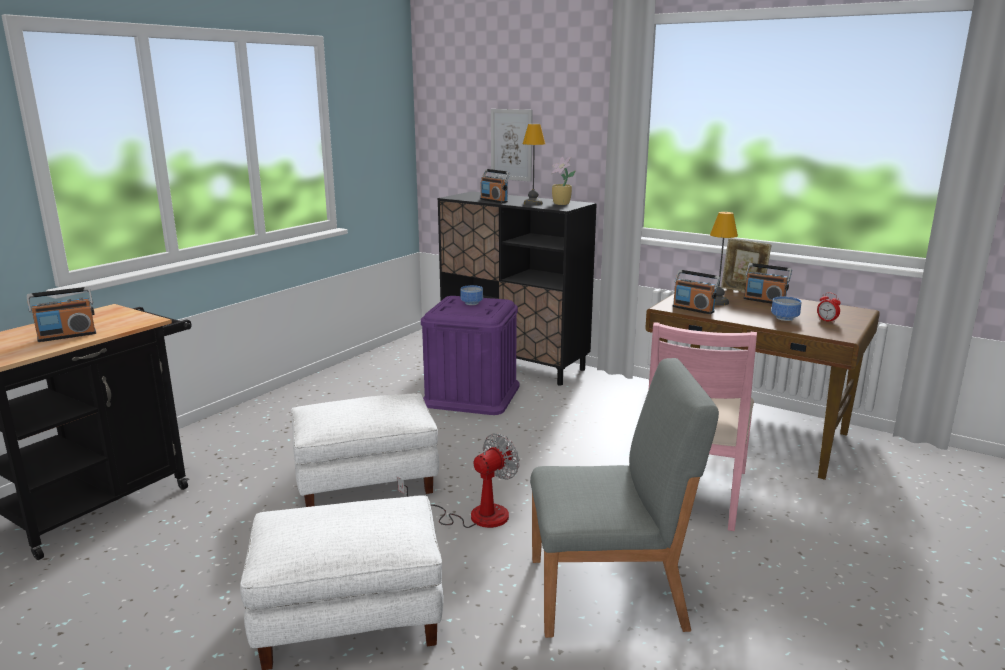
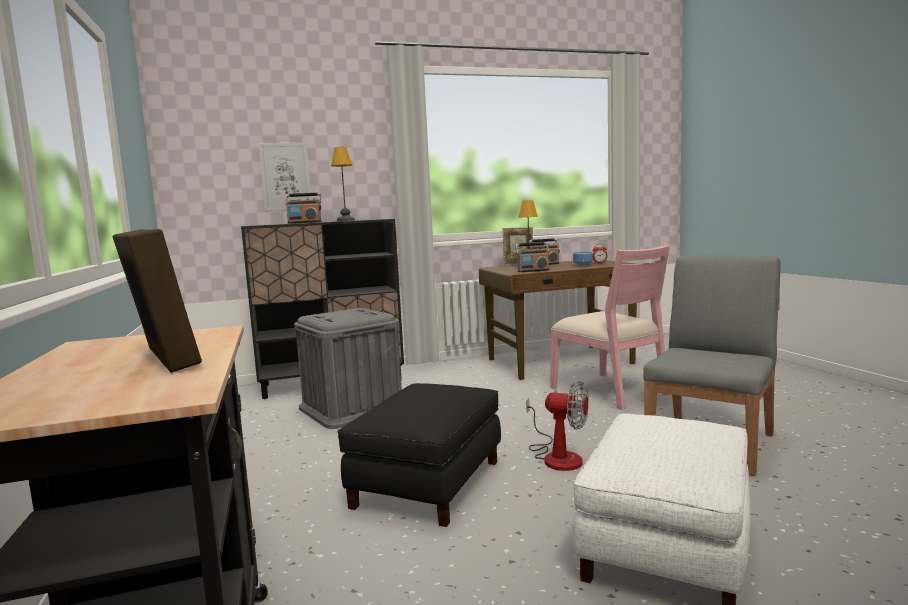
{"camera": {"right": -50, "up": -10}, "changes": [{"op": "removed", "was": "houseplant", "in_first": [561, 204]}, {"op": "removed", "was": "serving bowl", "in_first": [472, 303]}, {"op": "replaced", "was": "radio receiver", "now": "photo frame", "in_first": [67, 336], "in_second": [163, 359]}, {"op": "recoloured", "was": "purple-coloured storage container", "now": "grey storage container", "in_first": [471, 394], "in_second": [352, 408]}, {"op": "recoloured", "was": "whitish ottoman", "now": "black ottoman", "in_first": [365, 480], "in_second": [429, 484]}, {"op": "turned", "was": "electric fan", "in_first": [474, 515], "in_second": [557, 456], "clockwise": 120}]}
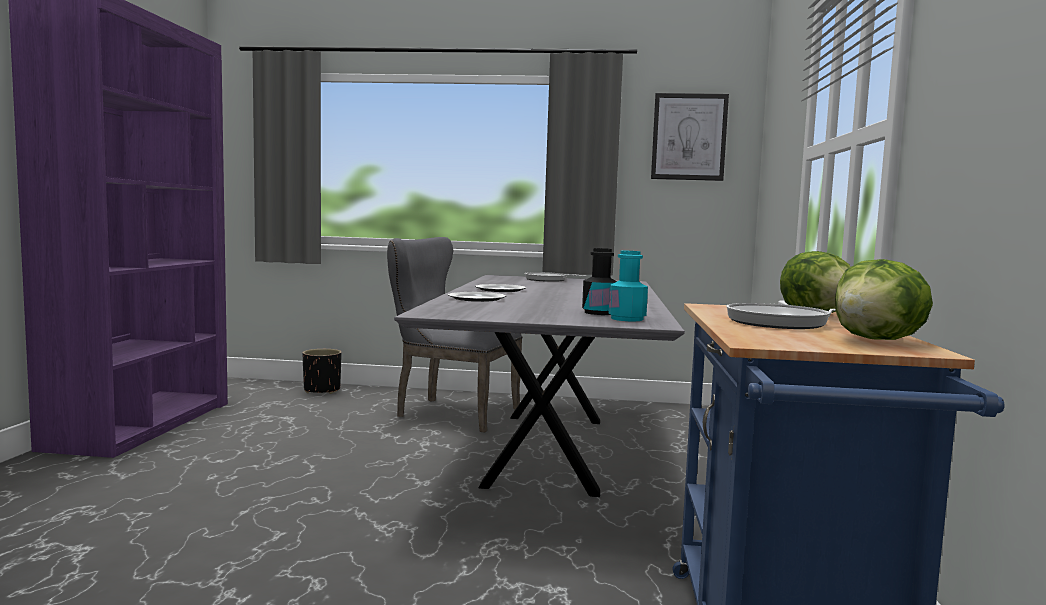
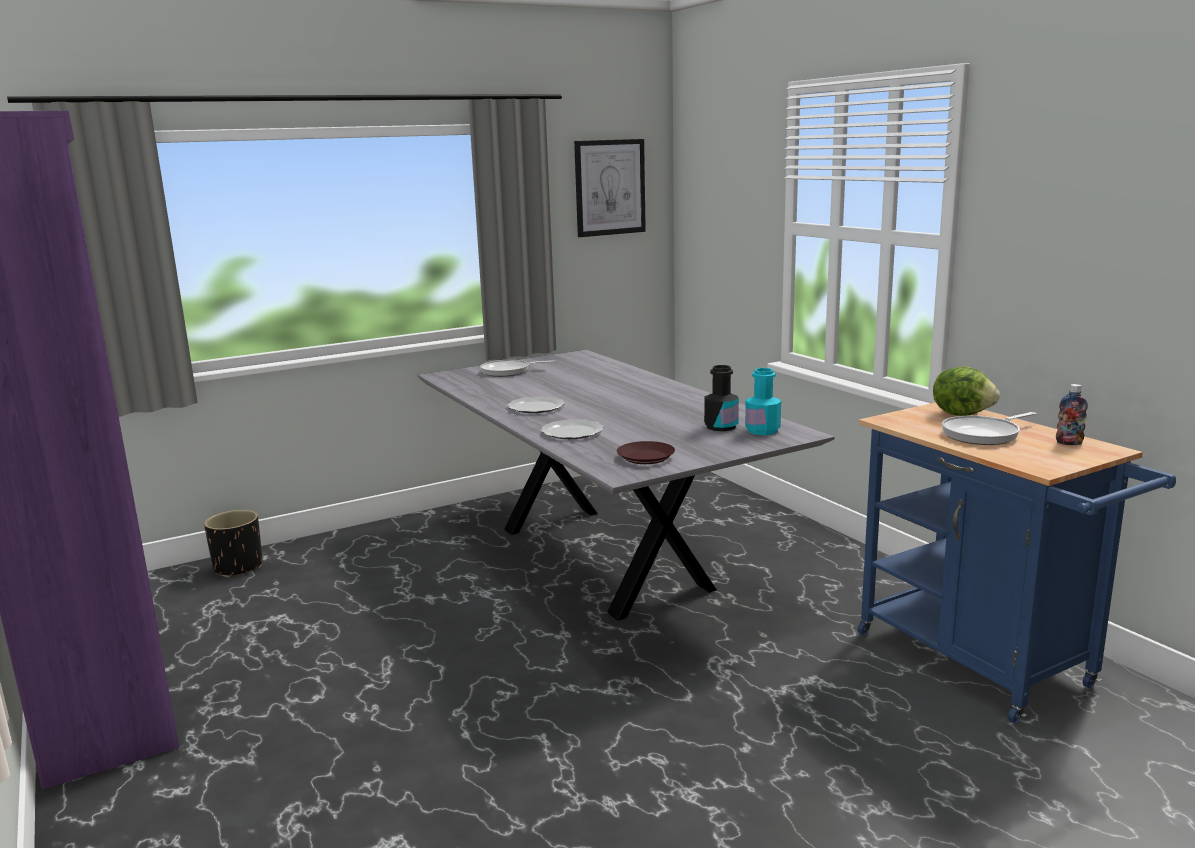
{"camera": {"right": -35, "up": 10}, "changes": [{"op": "removed", "was": "grey upright chair", "in_first": [449, 412]}, {"op": "replaced", "was": "lettuce head", "now": "beverage bottle", "in_first": [878, 340], "in_second": [1069, 443]}, {"op": "added", "now": "brown-coloured plate", "in_second": [646, 457]}]}
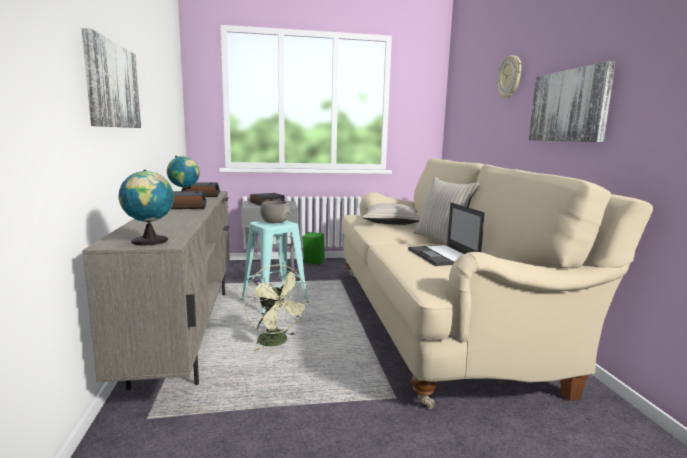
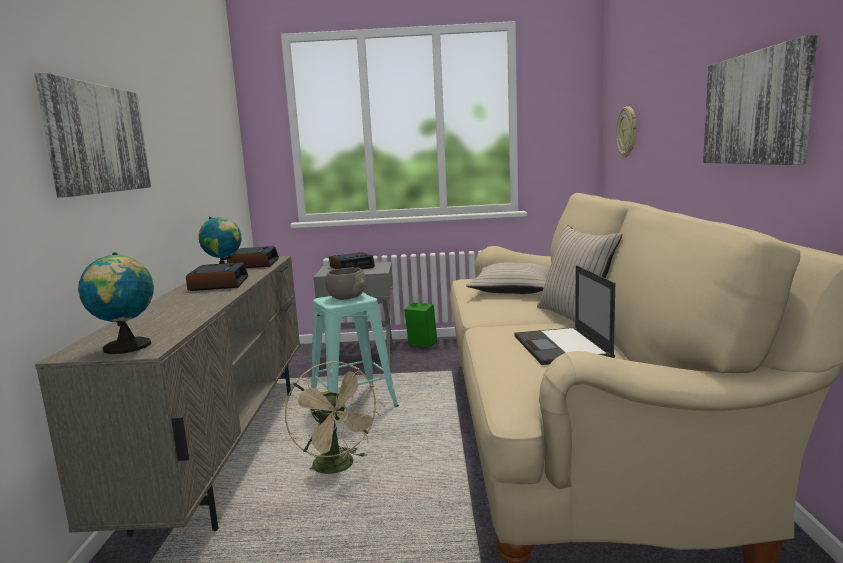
{"camera": {"right": 10, "up": 0}, "changes": [{"op": "moved", "was": "hanging clock", "in_first": [510, 77], "in_second": [628, 132]}, {"op": "recoloured", "was": "green electric fan", "now": "beige electric fan", "in_first": [277, 342], "in_second": [338, 467]}]}
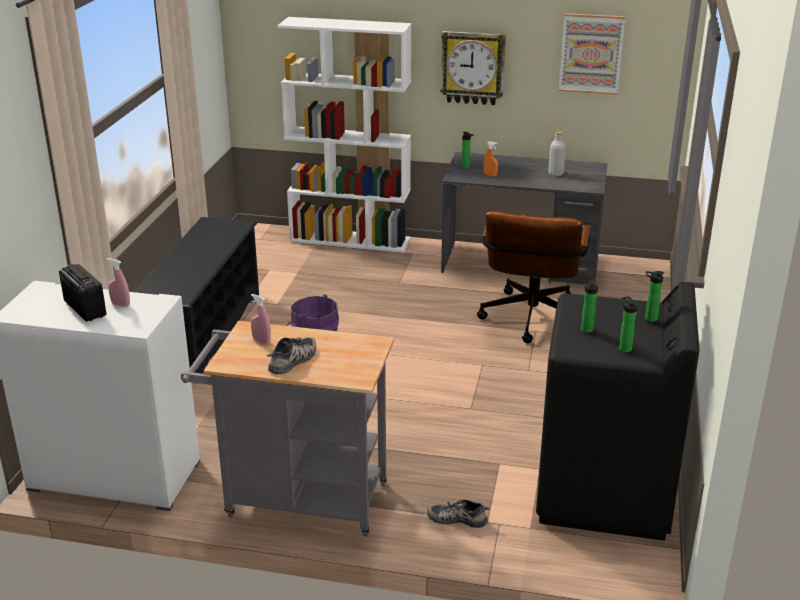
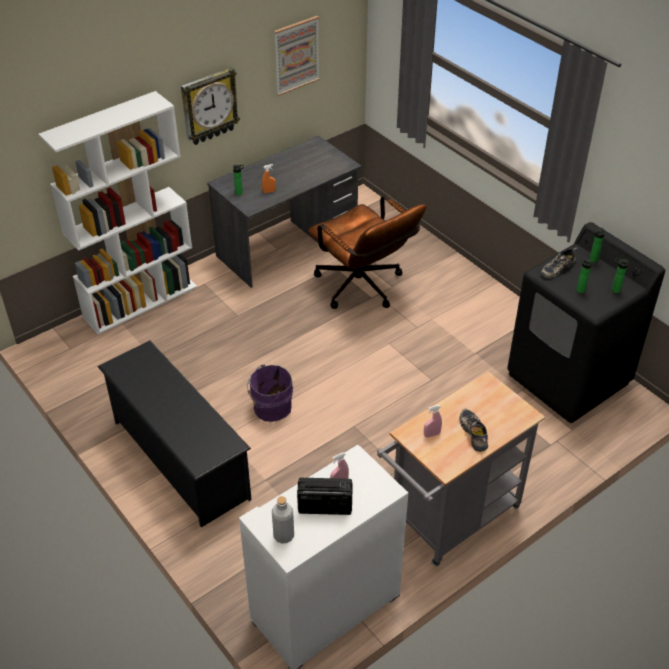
{"camera": {"right": -50, "up": 15}, "changes": [{"op": "moved", "was": "grey beverage bottle", "in_first": [555, 173], "in_second": [283, 535]}, {"op": "moved", "was": "shoe", "in_first": [458, 518], "in_second": [557, 268]}]}
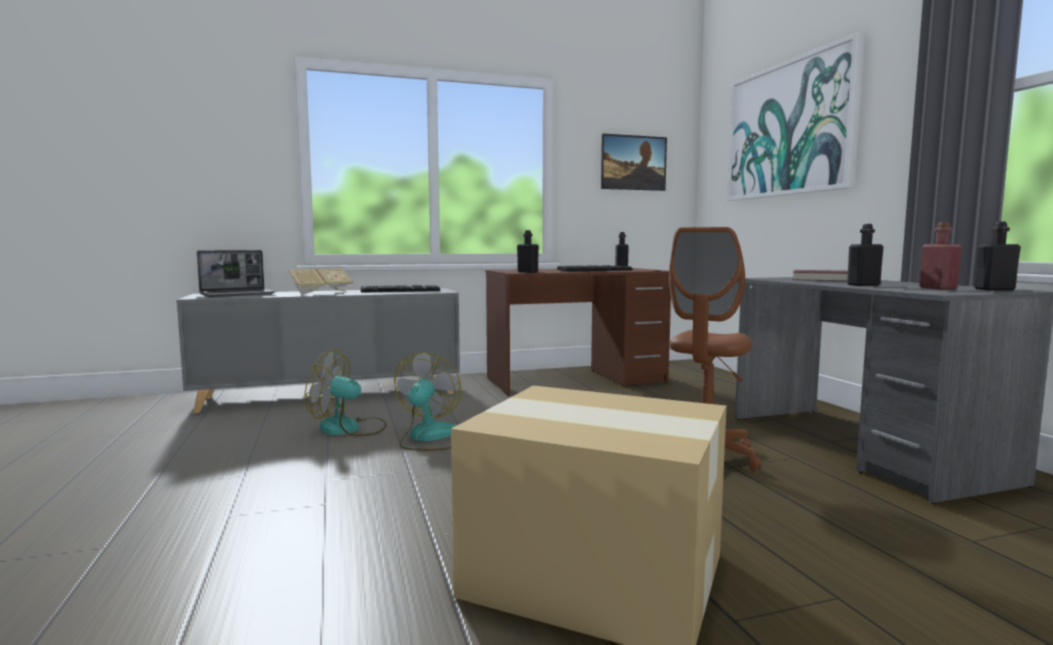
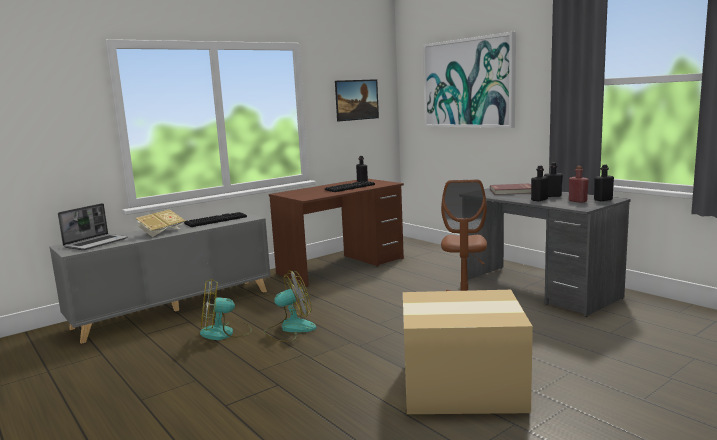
{"camera": {"right": -20, "up": 5}, "changes": [{"op": "moved", "was": "black beverage bottle", "in_first": [527, 272], "in_second": [552, 196]}, {"op": "turned", "was": "electric fan", "in_first": [429, 438], "in_second": [290, 329], "clockwise": 75}]}
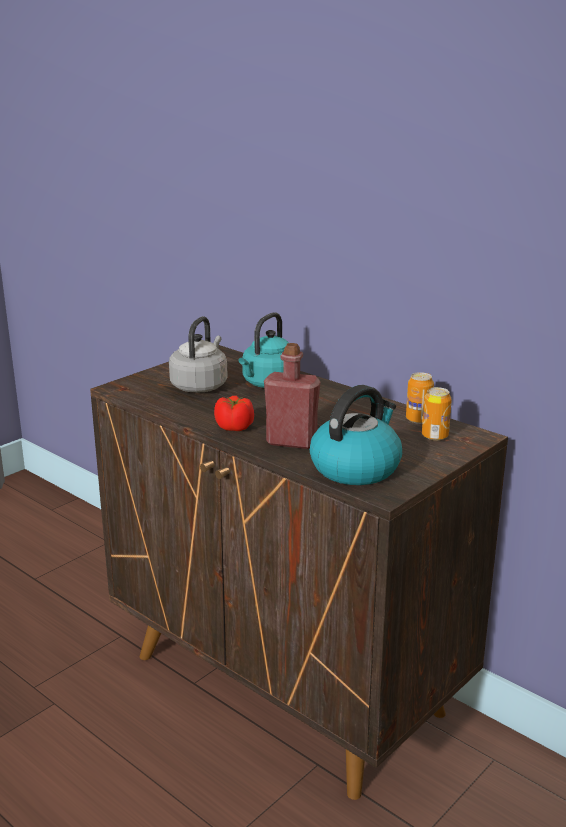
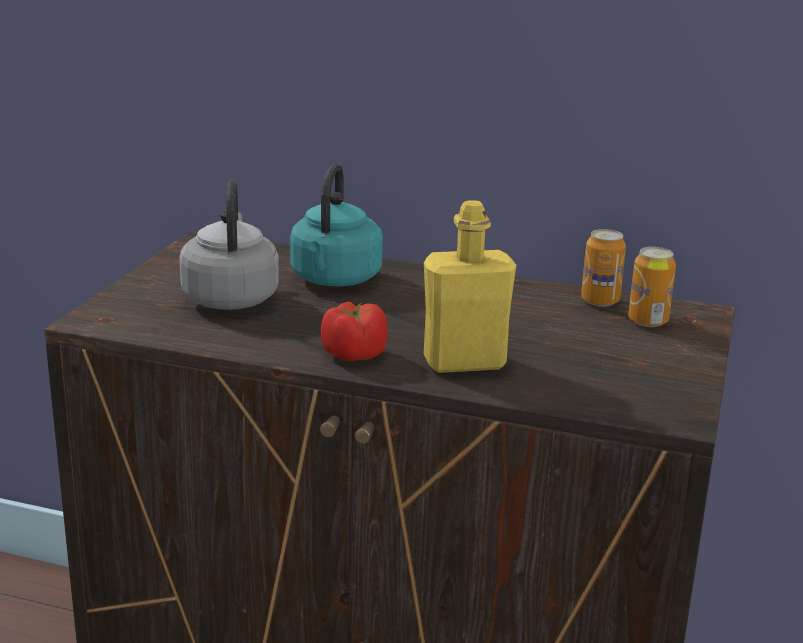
{"camera": {"right": -25, "up": 0}, "changes": [{"op": "recoloured", "was": "reddish beverage bottle", "now": "yellowish beverage bottle", "in_first": [291, 442], "in_second": [464, 362]}, {"op": "removed", "was": "tea kettle", "in_first": [356, 467]}]}
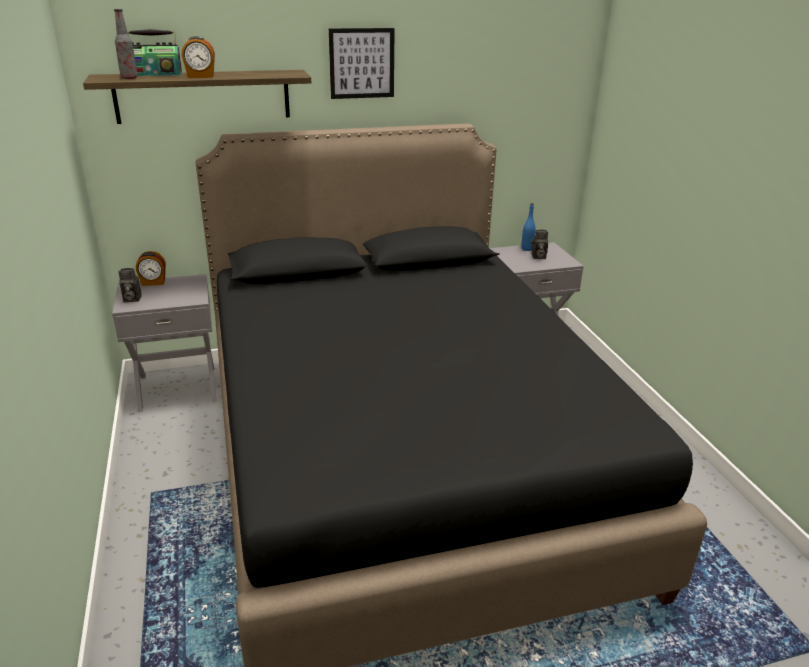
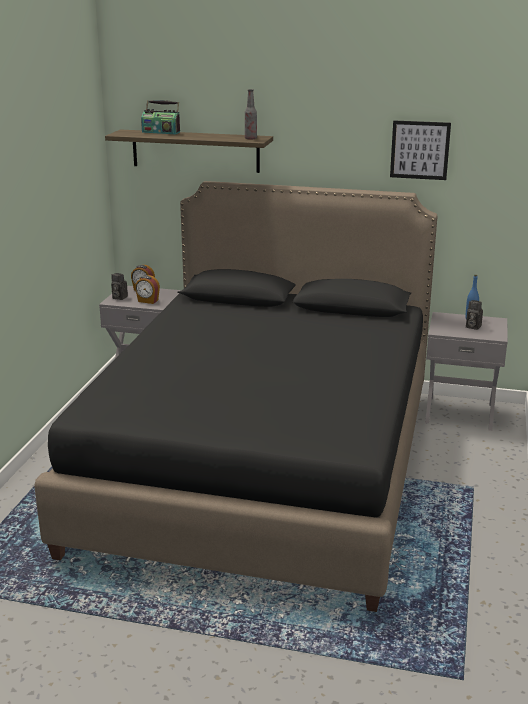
{"camera": {"right": 30, "up": -5}, "changes": [{"op": "moved", "was": "beverage bottle", "in_first": [129, 78], "in_second": [250, 138]}, {"op": "moved", "was": "wall art", "in_first": [362, 63], "in_second": [420, 150]}, {"op": "moved", "was": "bedside clock", "in_first": [200, 76], "in_second": [148, 301]}]}
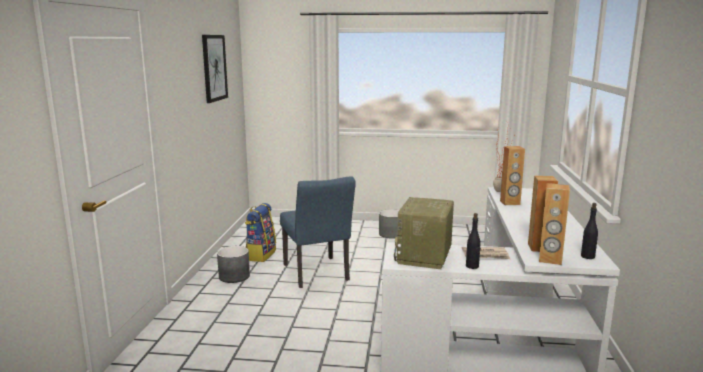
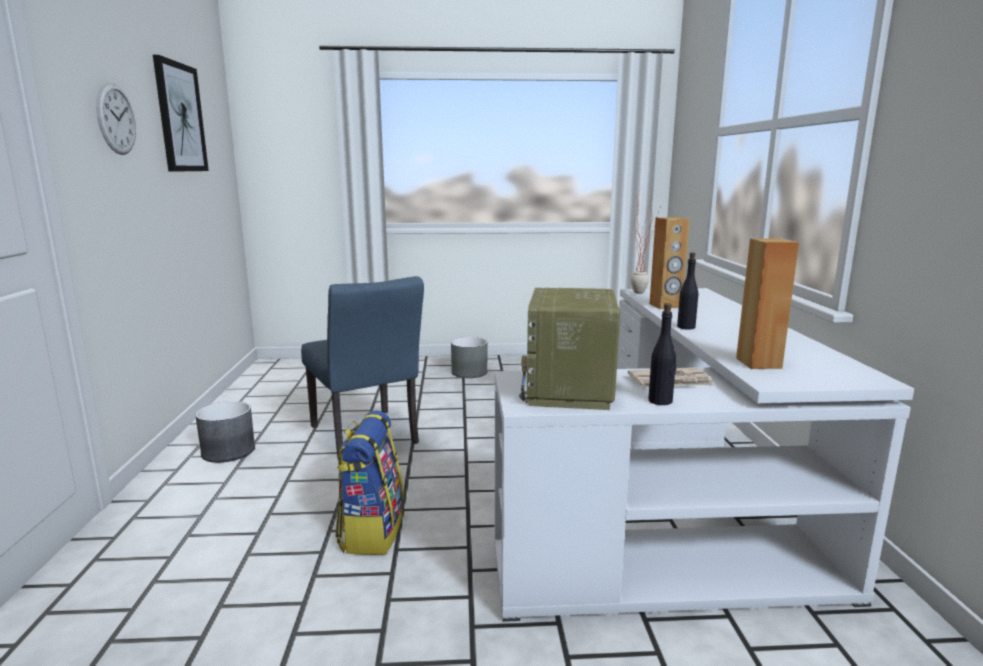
{"camera": {"right": -10, "up": 0}, "changes": [{"op": "removed", "was": "brown-coloured speaker", "in_first": [550, 260]}, {"op": "moved", "was": "knapsack", "in_first": [260, 255], "in_second": [371, 531]}, {"op": "moved", "was": "black beverage bottle", "in_first": [587, 256], "in_second": [686, 327]}, {"op": "added", "now": "hanging clock", "in_second": [116, 119]}]}
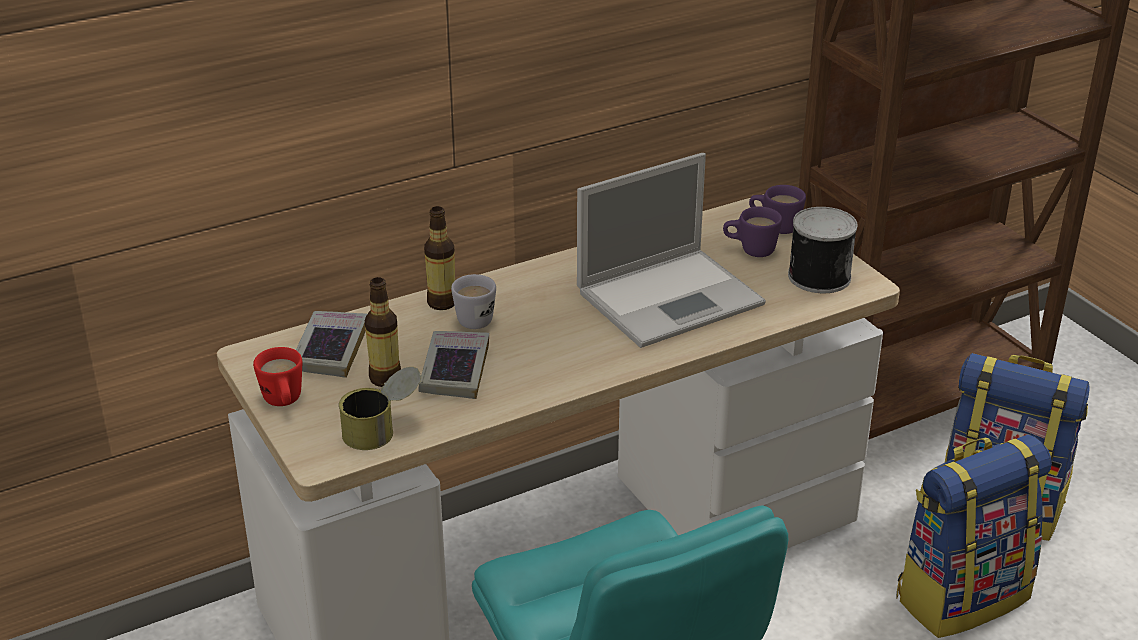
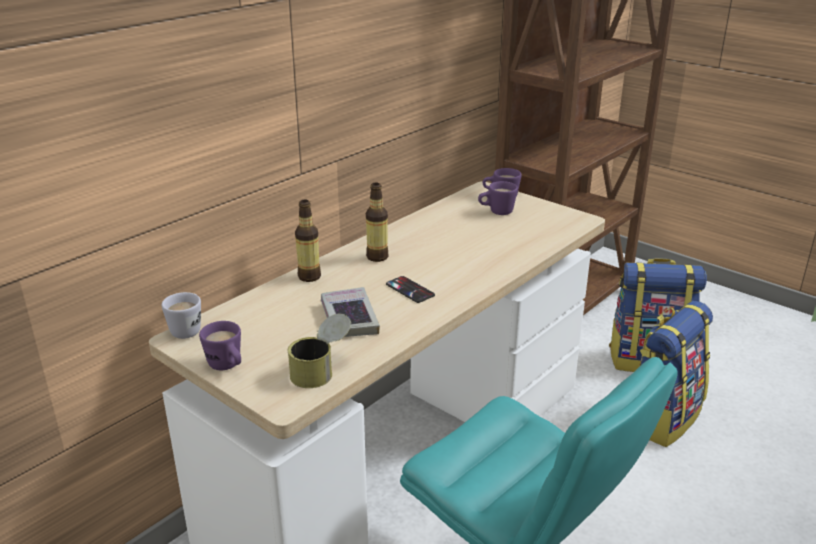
{"camera": {"right": -20, "up": -5}, "changes": [{"op": "removed", "was": "notebook computer", "in_first": [672, 297]}, {"op": "removed", "was": "metal can", "in_first": [817, 276]}, {"op": "moved", "was": "whitish coffee mug", "in_first": [476, 317], "in_second": [186, 328]}, {"op": "moved", "was": "beverage bottle", "in_first": [385, 378], "in_second": [377, 257]}, {"op": "removed", "was": "book", "in_first": [330, 350]}, {"op": "recoloured", "was": "reddish coffee mug", "now": "purple-coloured coffee mug", "in_first": [284, 403], "in_second": [227, 367]}, {"op": "added", "now": "phone", "in_second": [410, 290]}]}
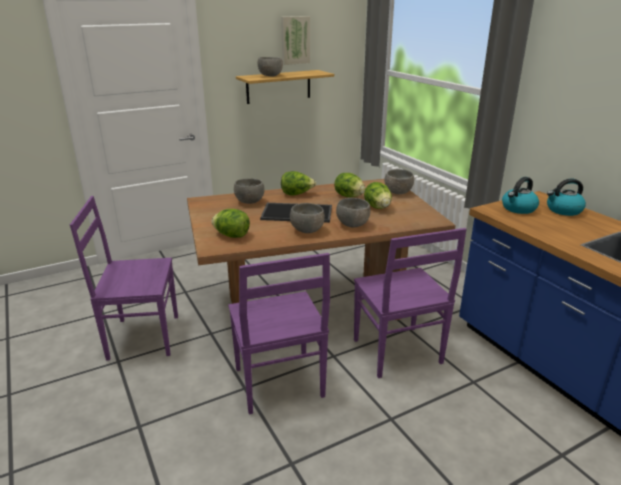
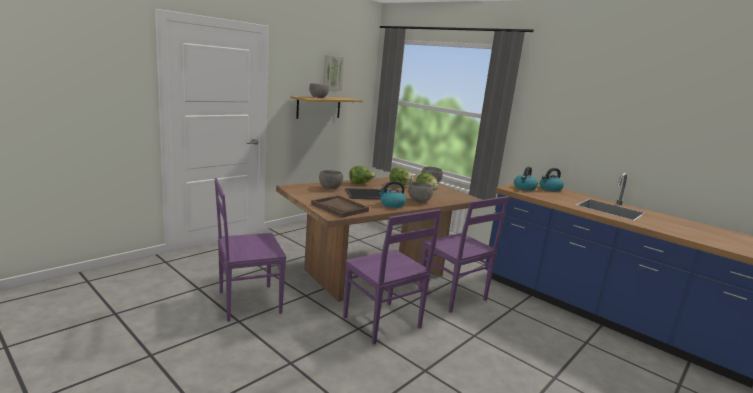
{"camera": {"right": -20, "up": -10}, "changes": [{"op": "replaced", "was": "grey serving bowl", "now": "tea kettle", "in_first": [307, 231], "in_second": [392, 204]}, {"op": "replaced", "was": "lettuce head", "now": "brown-coloured tray", "in_first": [232, 235], "in_second": [340, 208]}]}
